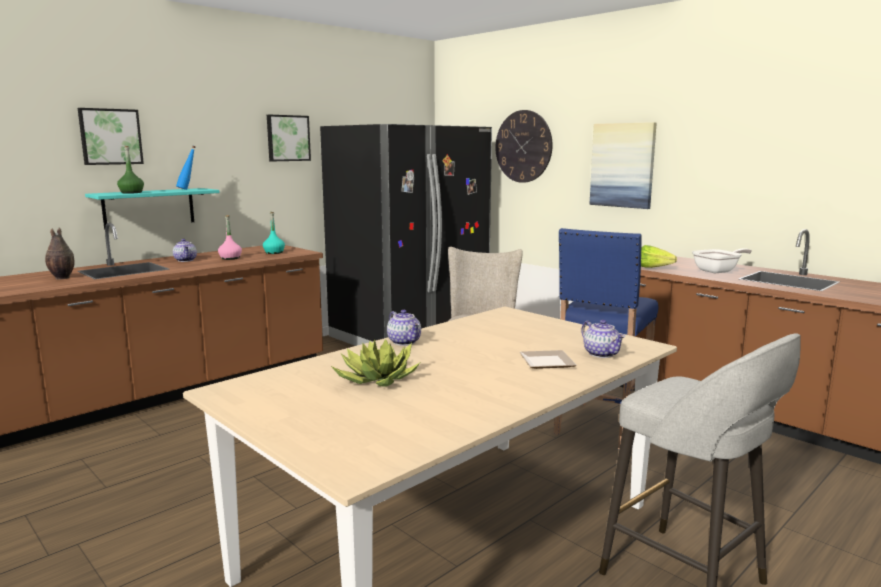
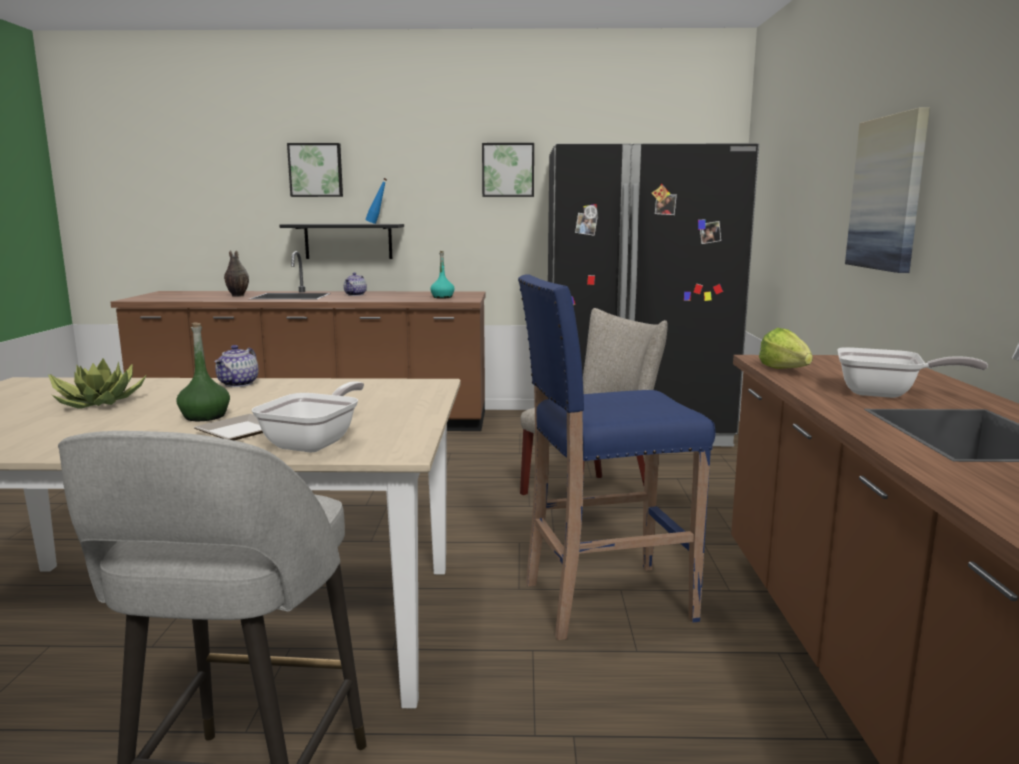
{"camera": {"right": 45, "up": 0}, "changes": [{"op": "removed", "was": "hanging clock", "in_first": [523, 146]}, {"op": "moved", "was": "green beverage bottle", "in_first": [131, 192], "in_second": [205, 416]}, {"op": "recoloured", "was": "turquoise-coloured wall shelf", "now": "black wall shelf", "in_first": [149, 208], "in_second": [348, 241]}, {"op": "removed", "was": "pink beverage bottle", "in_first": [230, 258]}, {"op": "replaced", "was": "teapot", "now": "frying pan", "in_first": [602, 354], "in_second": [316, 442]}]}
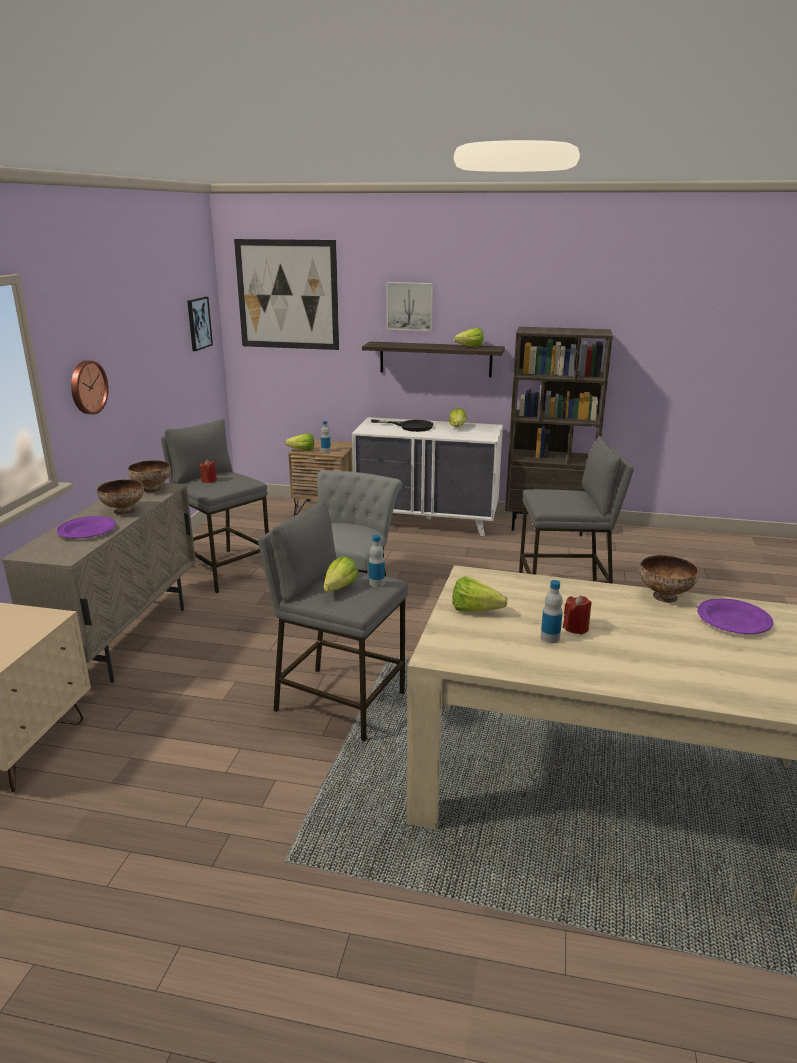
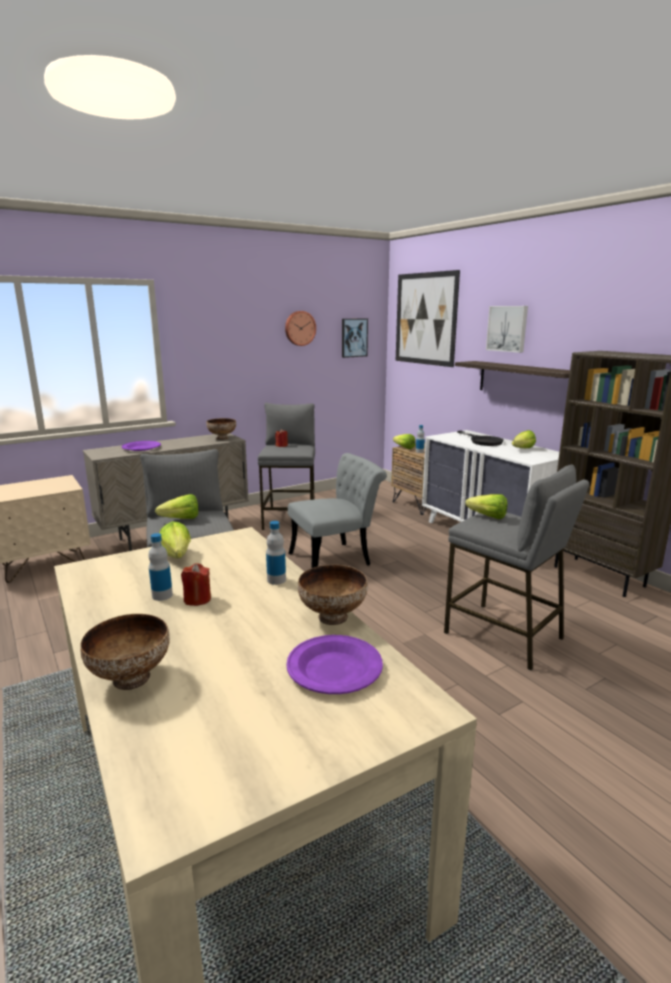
{"camera": {"right": 45, "up": -5}, "changes": [{"op": "moved", "was": "lettuce head", "in_first": [467, 347], "in_second": [484, 516]}, {"op": "moved", "was": "hanging clock", "in_first": [87, 387], "in_second": [299, 328]}, {"op": "moved", "was": "serving bowl", "in_first": [123, 511], "in_second": [131, 678]}, {"op": "moved", "was": "beverage bottle", "in_first": [376, 583], "in_second": [276, 580]}]}
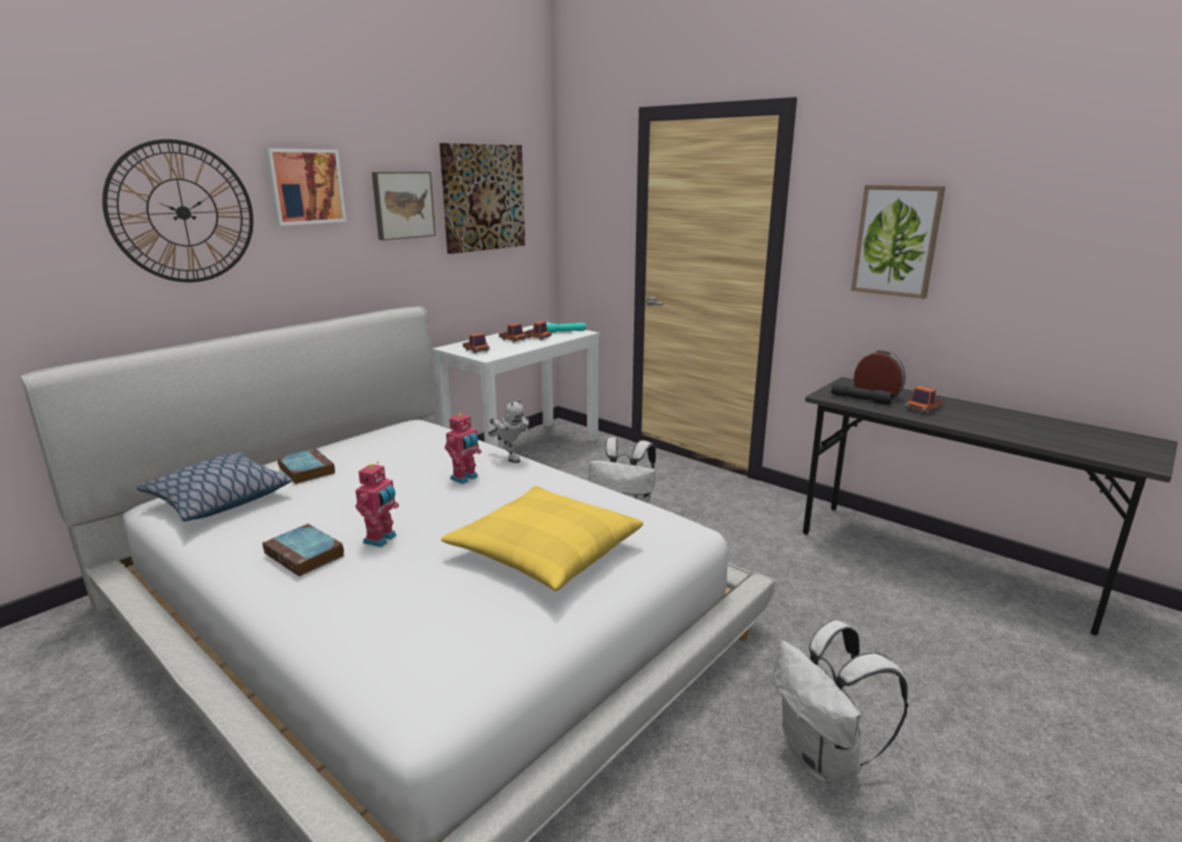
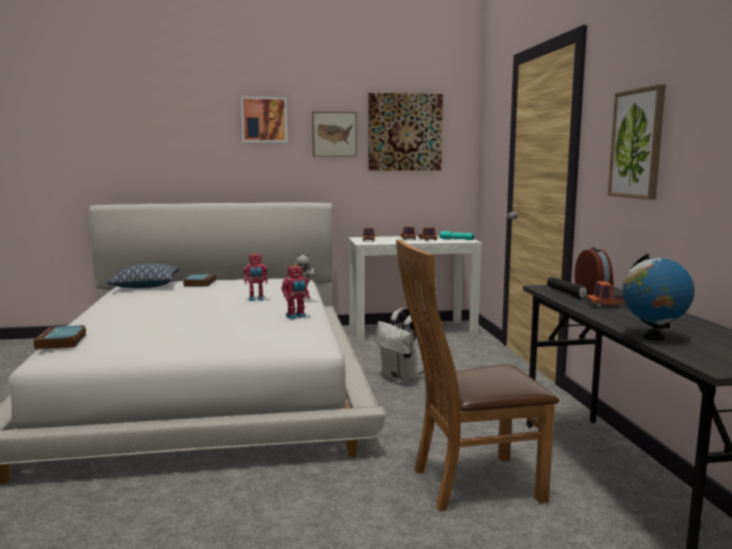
{"camera": {"right": 40, "up": -10}, "changes": [{"op": "removed", "was": "hanging clock", "in_first": [183, 212]}, {"op": "moved", "was": "toy robot", "in_first": [381, 539], "in_second": [296, 316]}, {"op": "removed", "was": "yellowish cushion", "in_first": [545, 551]}, {"op": "moved", "was": "book", "in_first": [306, 555], "in_second": [61, 342]}, {"op": "removed", "was": "whitish knapsack", "in_first": [824, 758]}, {"op": "added", "now": "brown-coloured upright chair", "in_second": [468, 484]}, {"op": "added", "now": "globe", "in_second": [653, 337]}]}
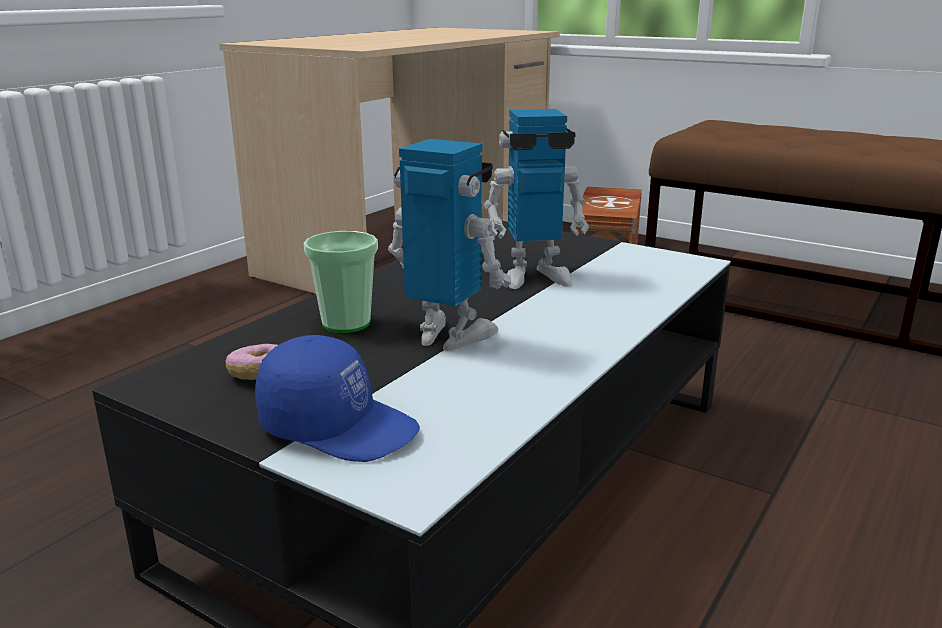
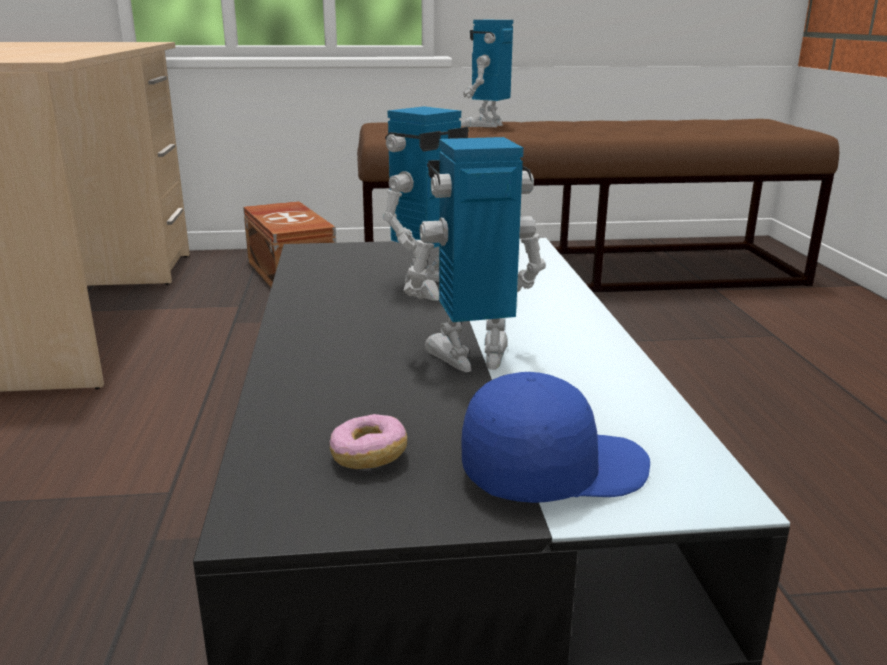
{"camera": {"right": -40, "up": 0}, "changes": [{"op": "removed", "was": "small cup", "in_first": [346, 323]}, {"op": "added", "now": "toy robot", "in_second": [486, 125]}]}
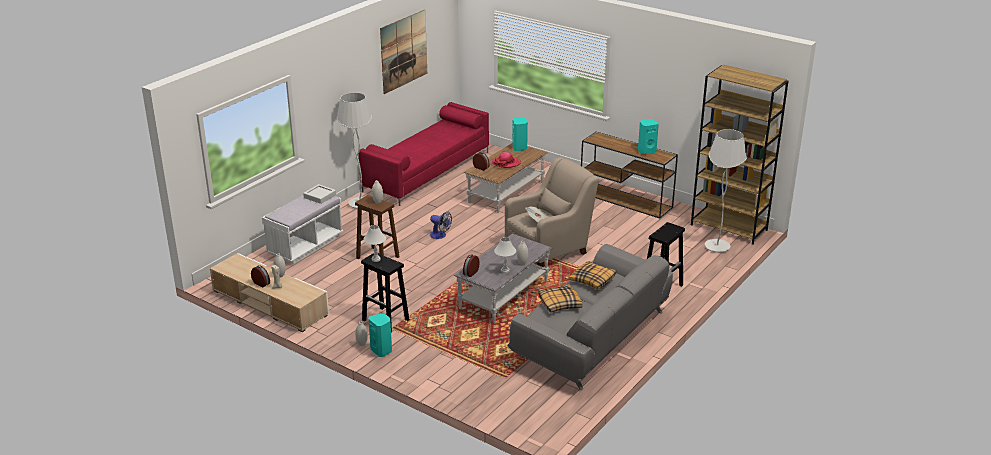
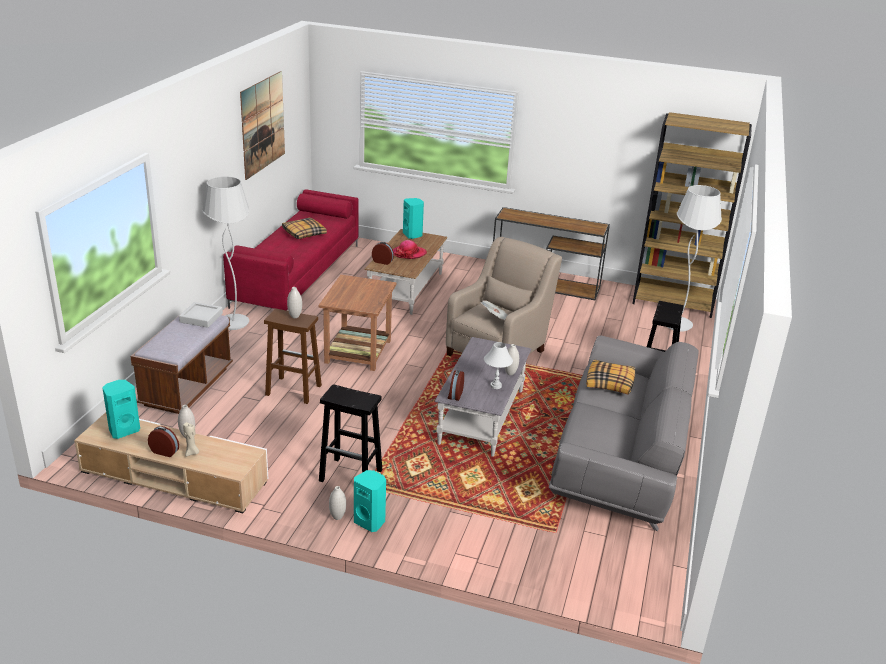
{"camera": {"right": -20, "up": 0}, "changes": [{"op": "moved", "was": "turquoise-coloured speaker", "in_first": [646, 151], "in_second": [123, 430]}, {"op": "recoloured", "was": "whitish bench", "now": "brown-coloured bench", "in_first": [305, 245], "in_second": [187, 387]}, {"op": "replaced", "was": "electric fan", "now": "brown-coloured end table", "in_first": [440, 235], "in_second": [358, 351]}, {"op": "removed", "was": "whitish table lamp", "in_first": [376, 259]}, {"op": "moved", "was": "cushion", "in_first": [559, 303], "in_second": [304, 233]}]}
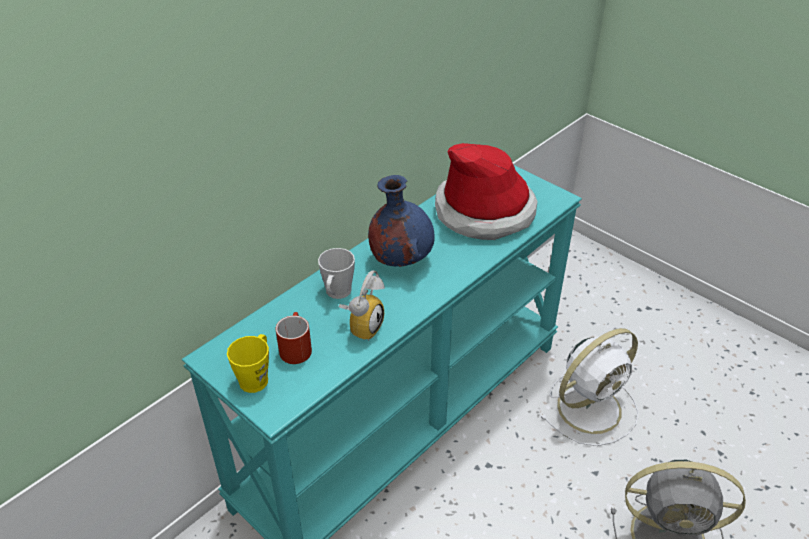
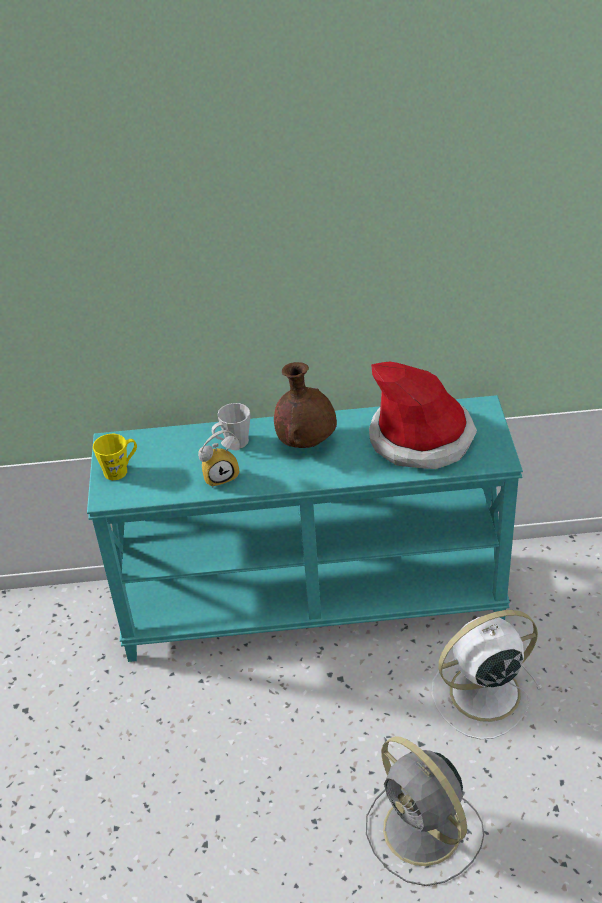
{"camera": {"right": 45, "up": 0}, "changes": [{"op": "recoloured", "was": "bluish decorative vase", "now": "brown-coloured decorative vase", "in_first": [400, 259], "in_second": [306, 442]}, {"op": "removed", "was": "reddish coffee mug", "in_first": [295, 347]}, {"op": "turned", "was": "whitish electric fan", "in_first": [591, 407], "in_second": [481, 693], "clockwise": 150}]}
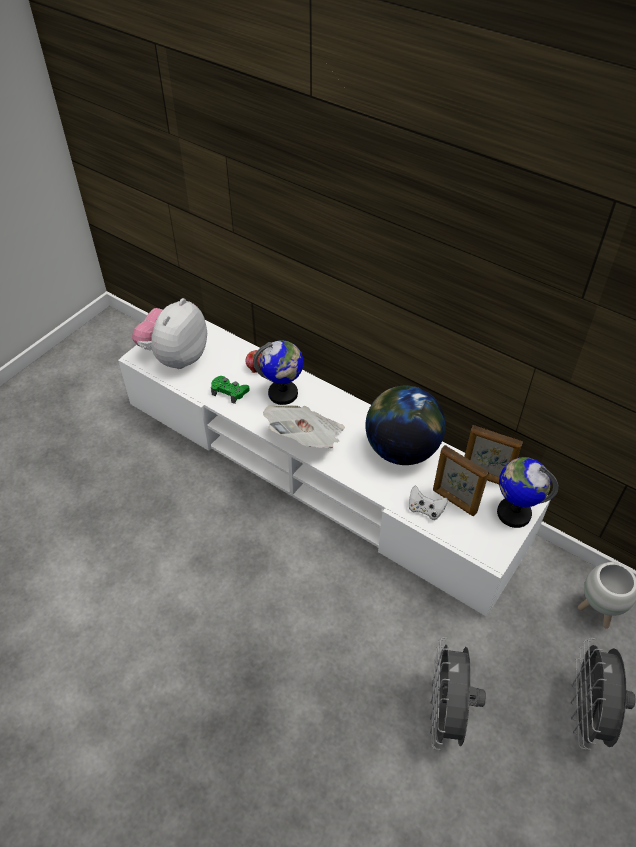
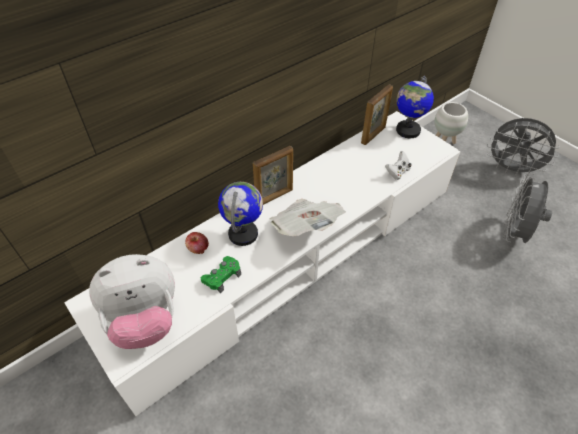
{"camera": {"right": -75, "up": 0}, "changes": [{"op": "turned", "was": "soft toy", "in_first": [175, 357], "in_second": [145, 320], "clockwise": -60}, {"op": "removed", "was": "globe", "in_first": [401, 449]}, {"op": "moved", "was": "photo frame", "in_first": [454, 501], "in_second": [274, 197]}, {"op": "turned", "was": "grey electric fan", "in_first": [446, 714], "in_second": [514, 233], "clockwise": 90}]}
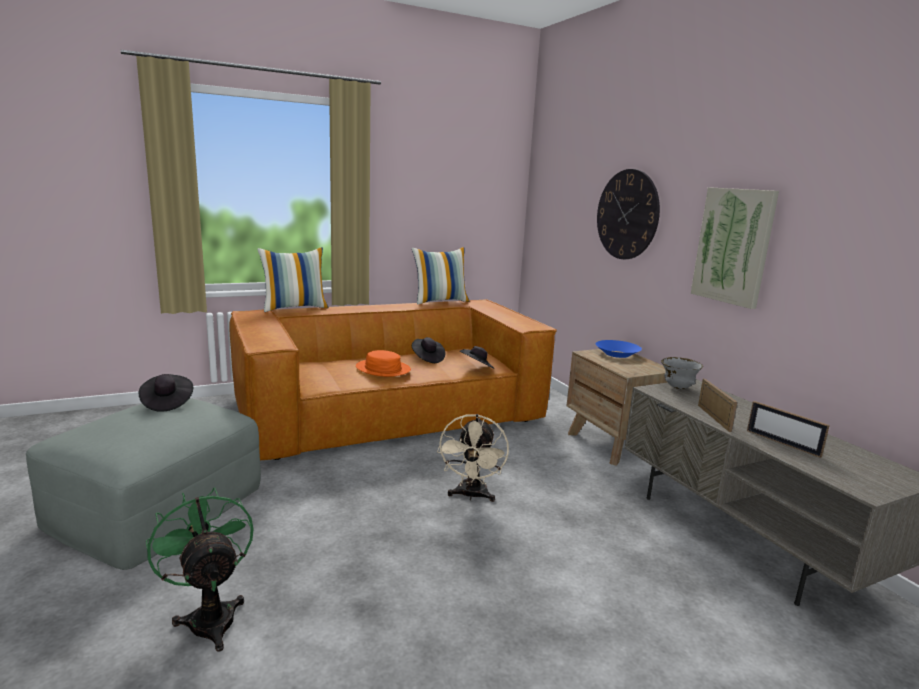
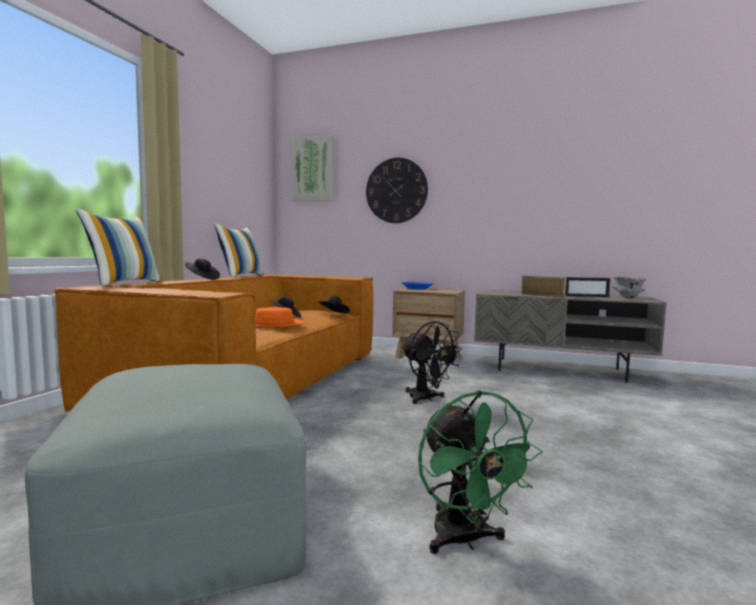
{"camera": {"right": -45, "up": -10}, "changes": [{"op": "moved", "was": "wall art", "in_first": [733, 246], "in_second": [313, 169]}, {"op": "moved", "was": "grey serving bowl", "in_first": [677, 388], "in_second": [628, 297]}, {"op": "moved", "was": "black hat", "in_first": [167, 403], "in_second": [202, 279]}, {"op": "recoloured", "was": "beige electric fan", "now": "black electric fan", "in_first": [471, 496], "in_second": [426, 399]}, {"op": "turned", "was": "green electric fan", "in_first": [210, 616], "in_second": [465, 540], "clockwise": -120}]}
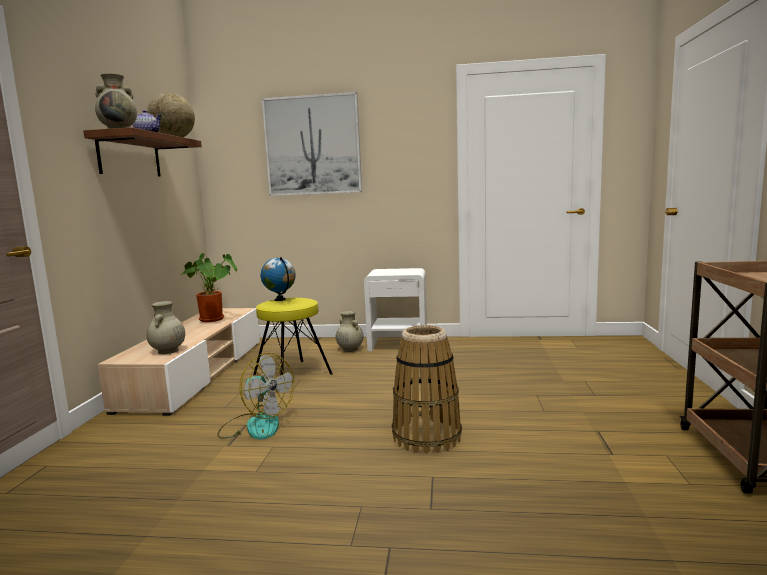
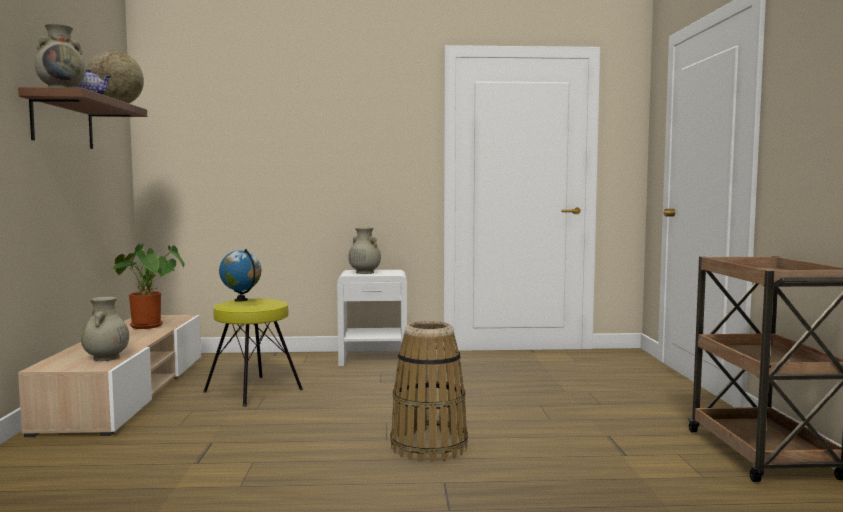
{"camera": {"right": -10, "up": -5}, "changes": [{"op": "removed", "was": "wall art", "in_first": [312, 145]}, {"op": "moved", "was": "beige decorative vase", "in_first": [350, 349], "in_second": [364, 272]}, {"op": "removed", "was": "electric fan", "in_first": [256, 425]}]}
